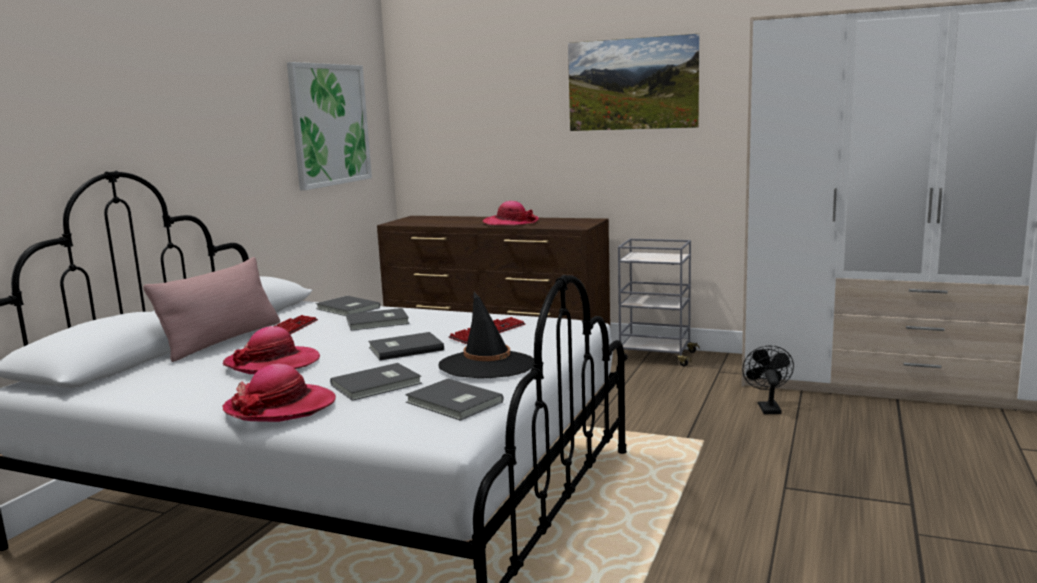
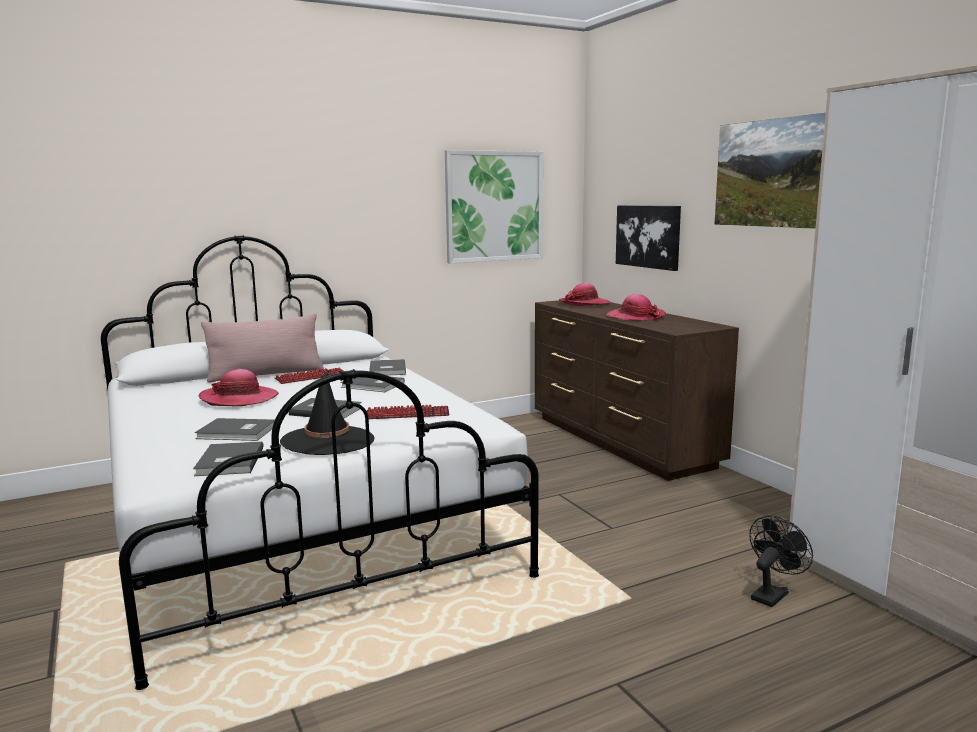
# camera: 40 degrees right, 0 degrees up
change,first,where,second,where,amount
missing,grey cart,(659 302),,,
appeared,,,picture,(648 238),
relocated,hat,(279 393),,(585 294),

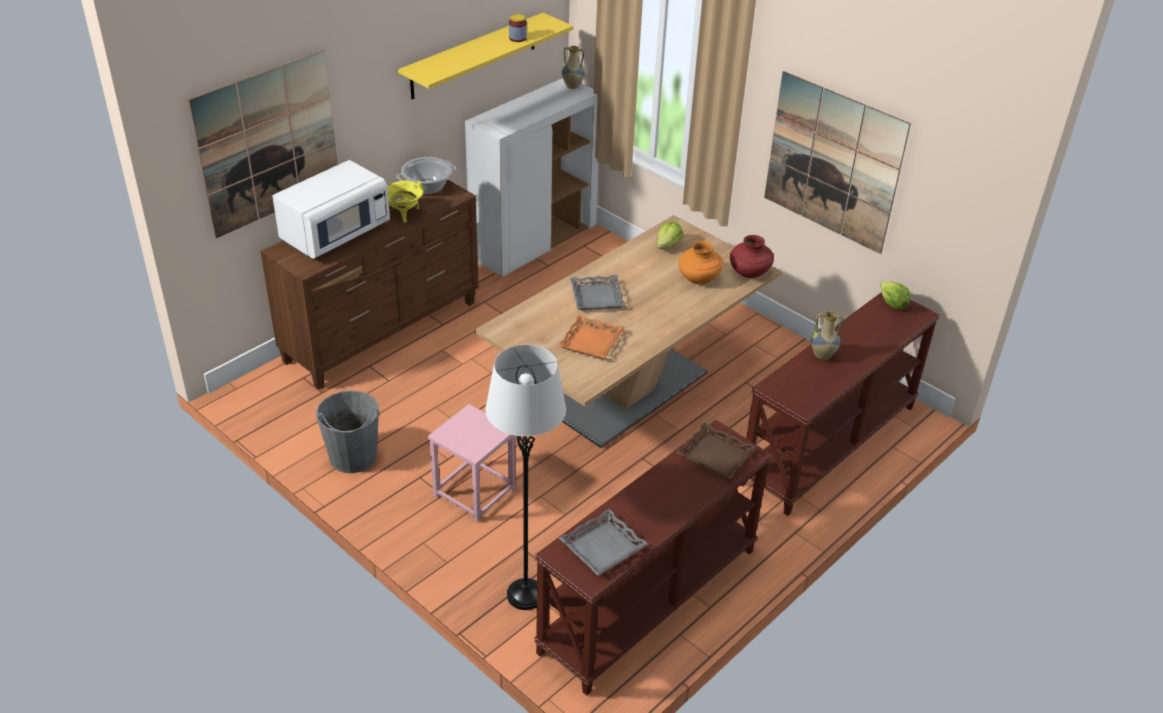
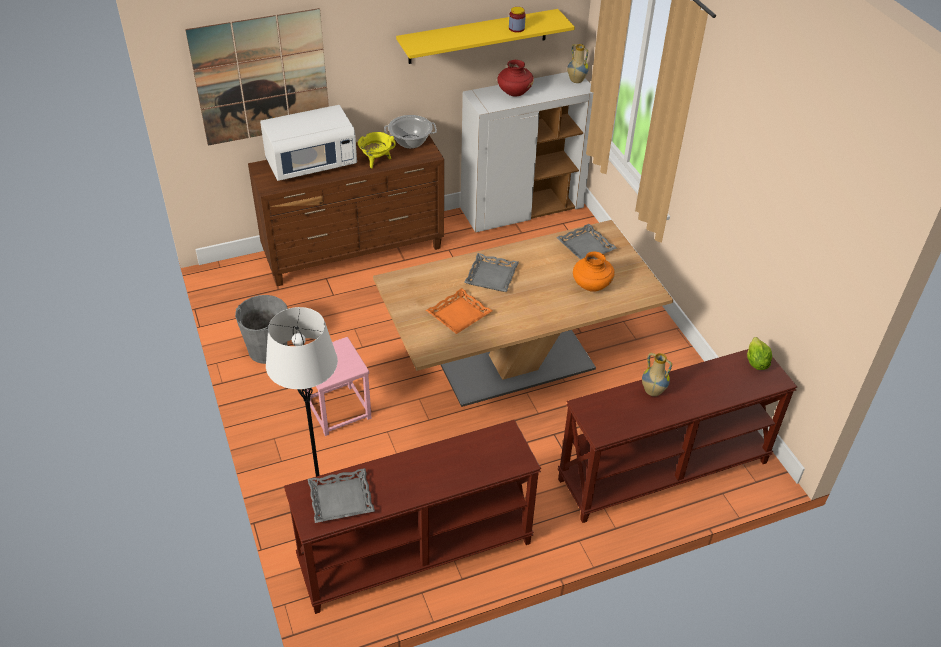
# camera: 25 degrees right, 5 degrees up
change,first,where,second,where,amount
missing,brown tray,(716 451),,,
missing,picture,(837 162),,,
relocated,red vase,(752 256),,(515 78),
exchanged,lettuce,(670 236),grey tray,(586 242),

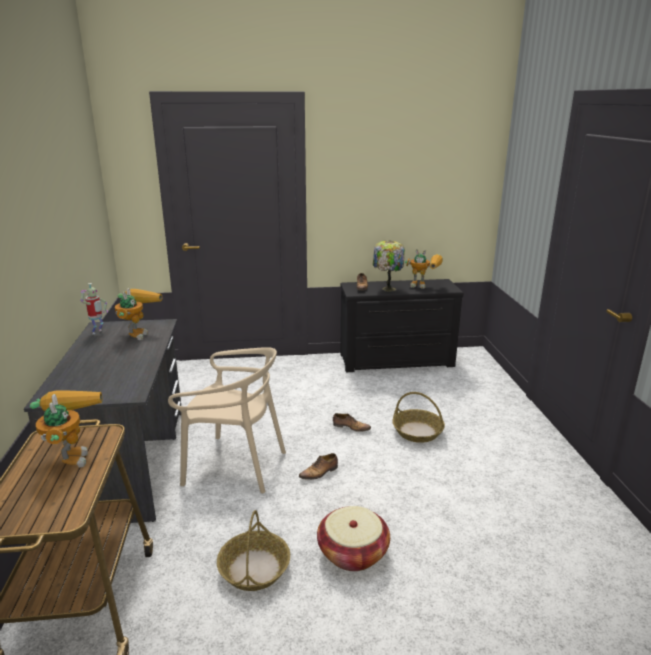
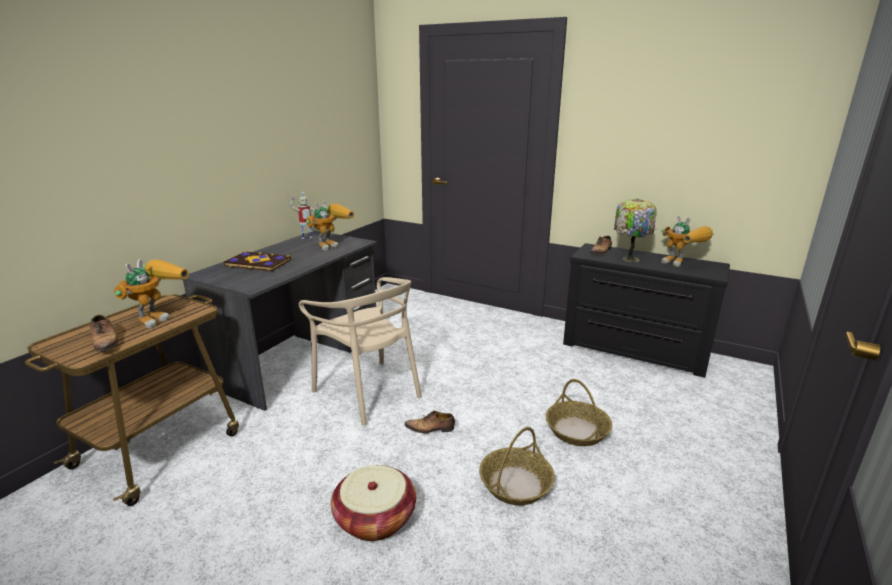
# camera: 35 degrees right, 0 degrees up
change,first,where,second,where,amount
appeared,,,book,(257 261),
relocated,basket,(253 550),,(517 466),
relocated,shoe,(352 422),,(103 334),

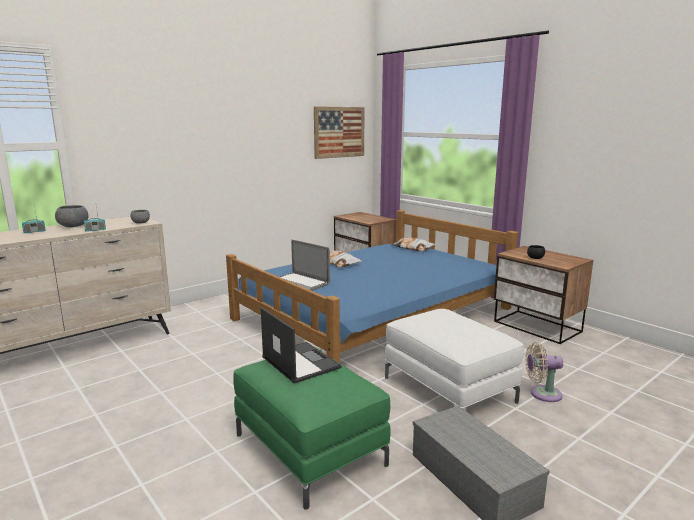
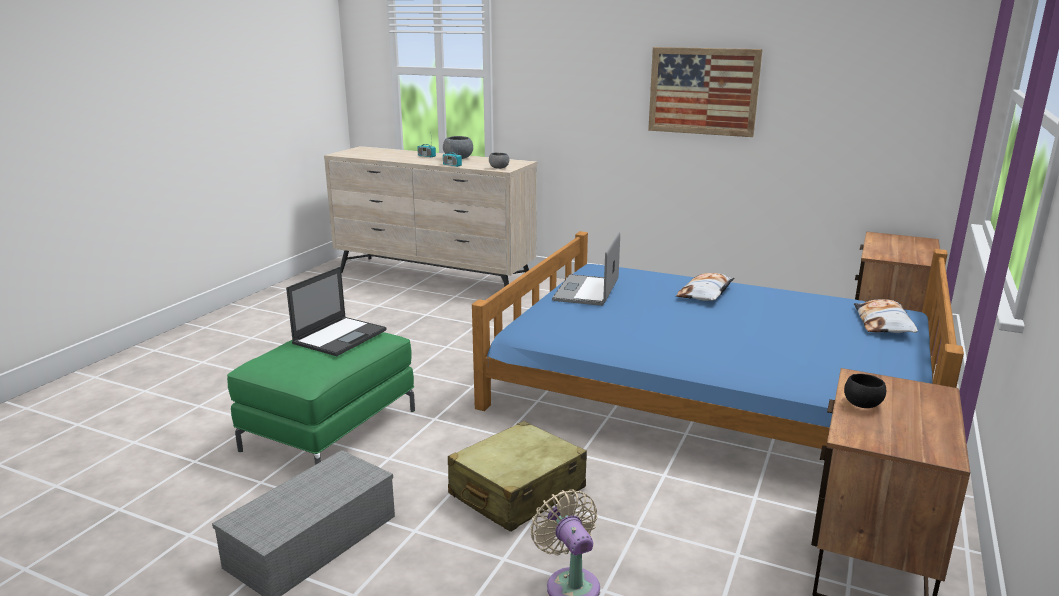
# camera: 65 degrees right, 5 degrees up
change,first,where,second,where,amount
relocated,picture,(339 132),,(705 92),
exchanged,white ottoman,(454 359),beige suitcase,(517 476),

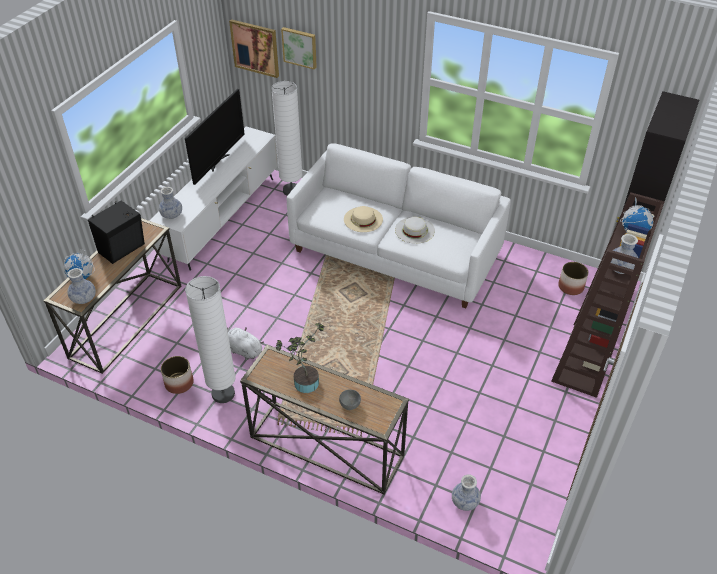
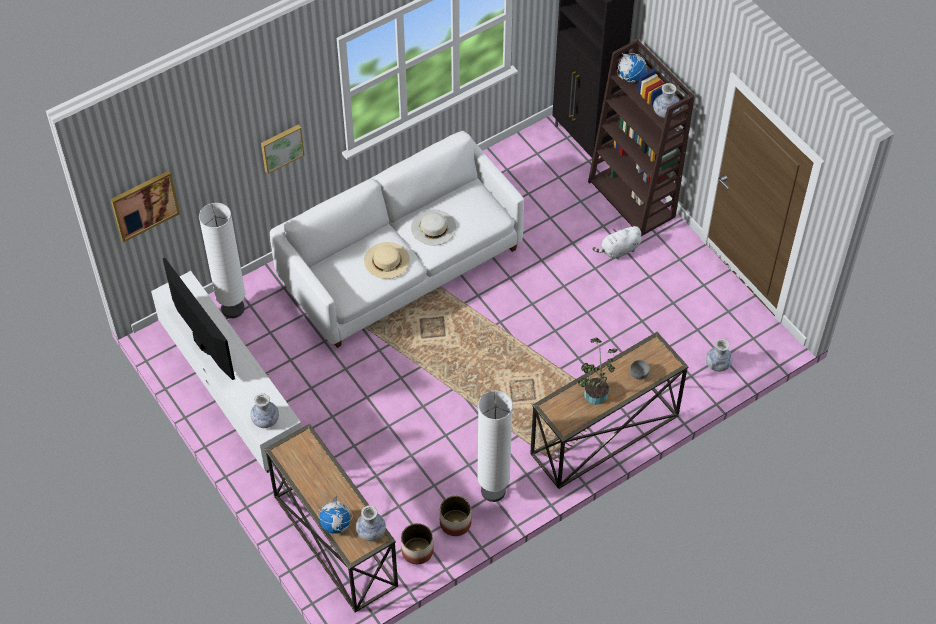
# camera: 60 degrees left, 10 degrees up
change,first,where,second,where,amount
missing,black speaker,(116 232),,,
relocated,white plush toy,(245 343),,(617 242),
relocated,picture,(299 48),,(283 149),
relocated,planter,(573 278),,(417 543),

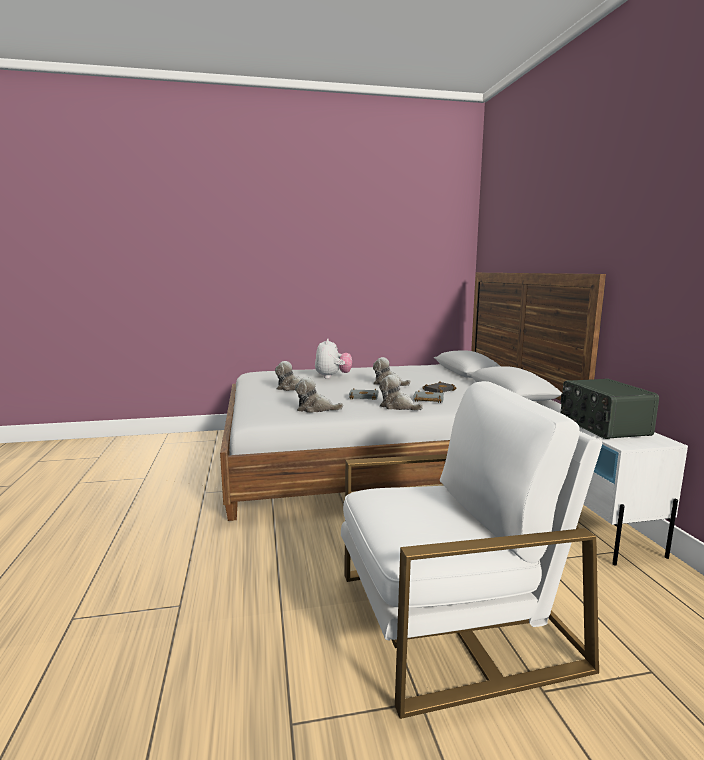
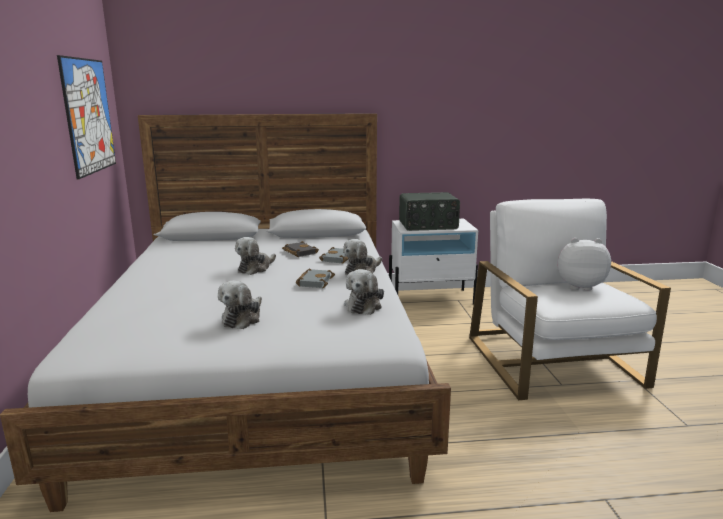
# camera: 85 degrees left, 5 degrees up
change,first,where,second,where,amount
appeared,,,picture,(86 117),
relocated,plush toy,(333 358),,(584 264),

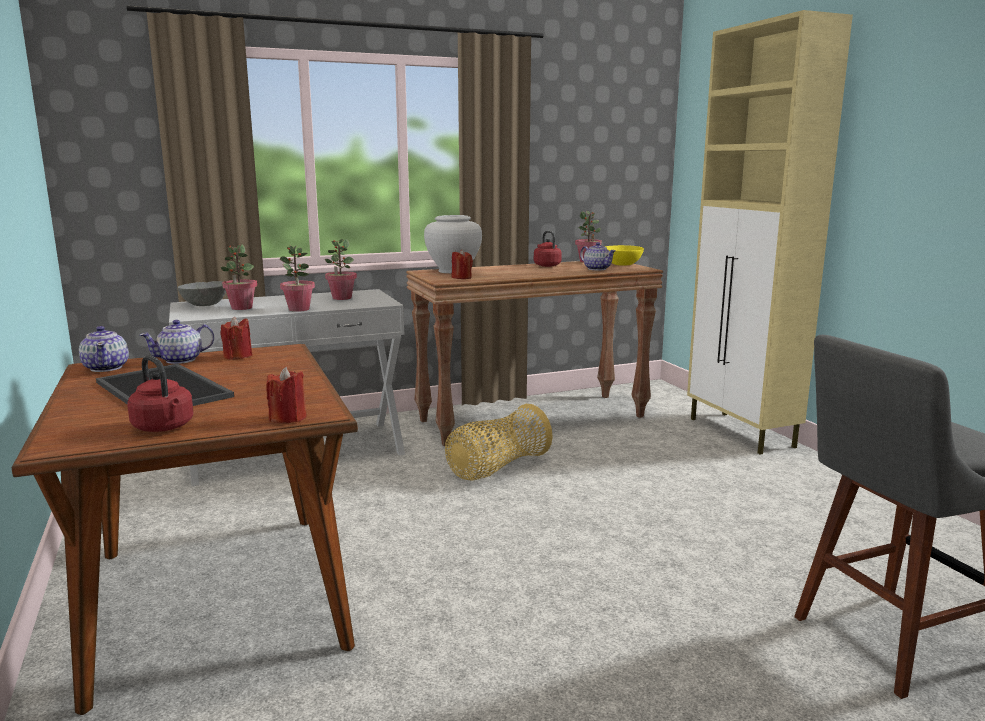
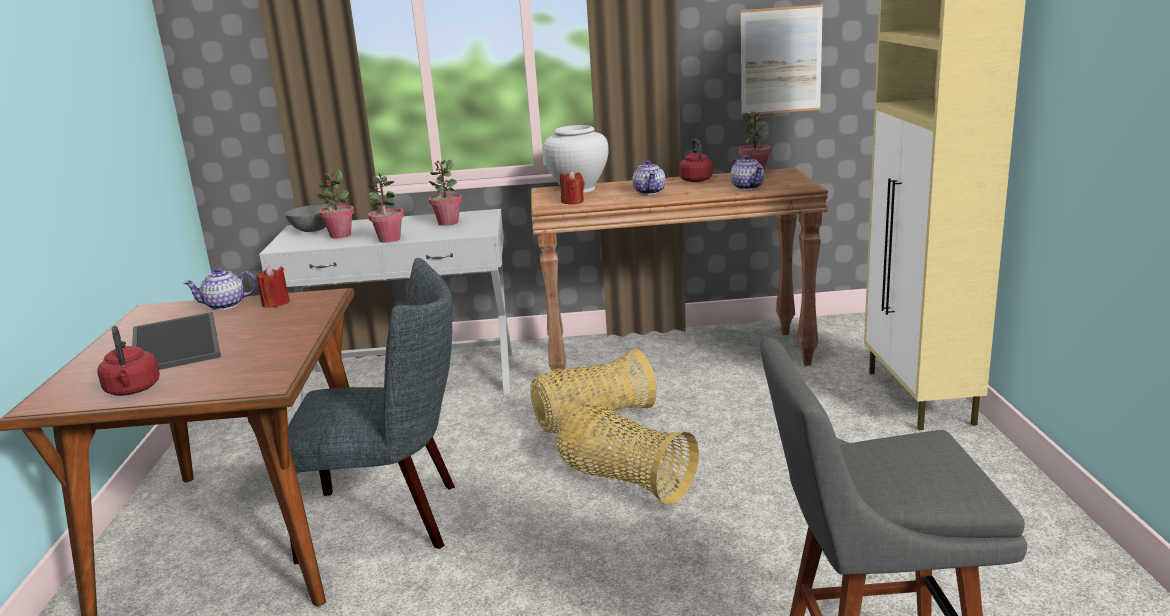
# camera: 20 degrees right, 5 degrees up
change,first,where,second,where,amount
missing,red candle,(286 395),,,
missing,yellow bowl,(624 255),,,
appeared,,,grey chair,(371 411),
appeared,,,basket,(628 454),
appeared,,,picture,(782 60),
relocated,teapot,(104 349),,(648 177),

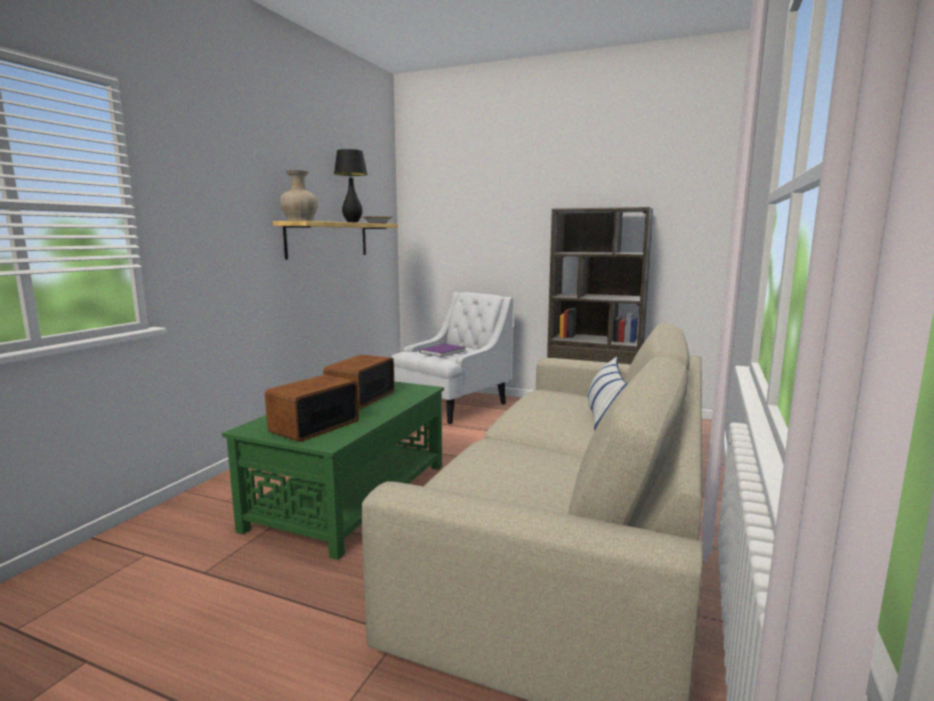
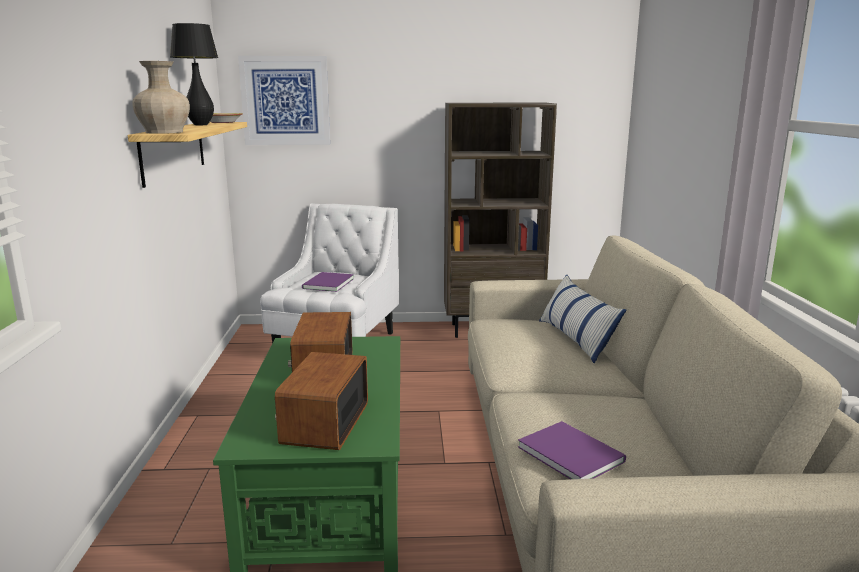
# camera: 25 degrees left, 5 degrees up
change,first,where,second,where,amount
appeared,,,picture,(284 100),
appeared,,,purple book,(572 450),

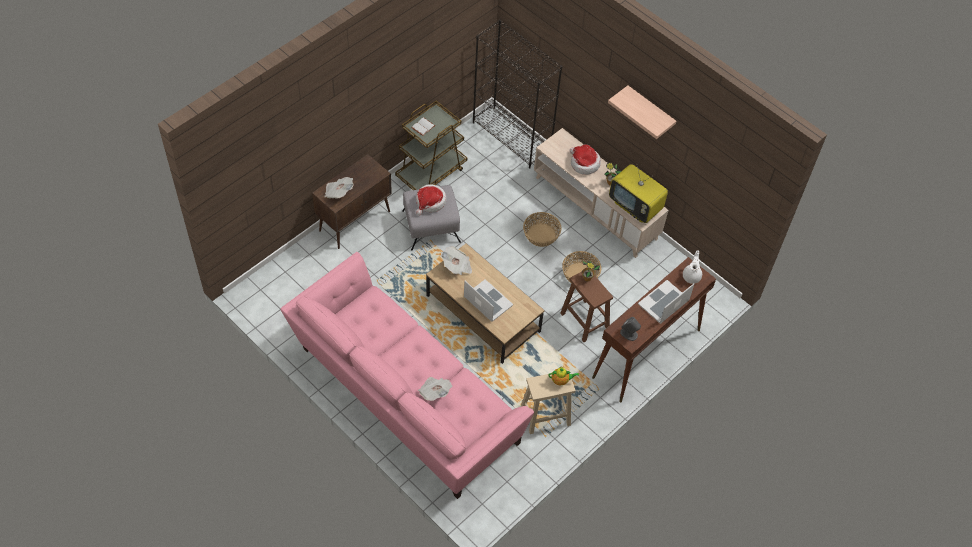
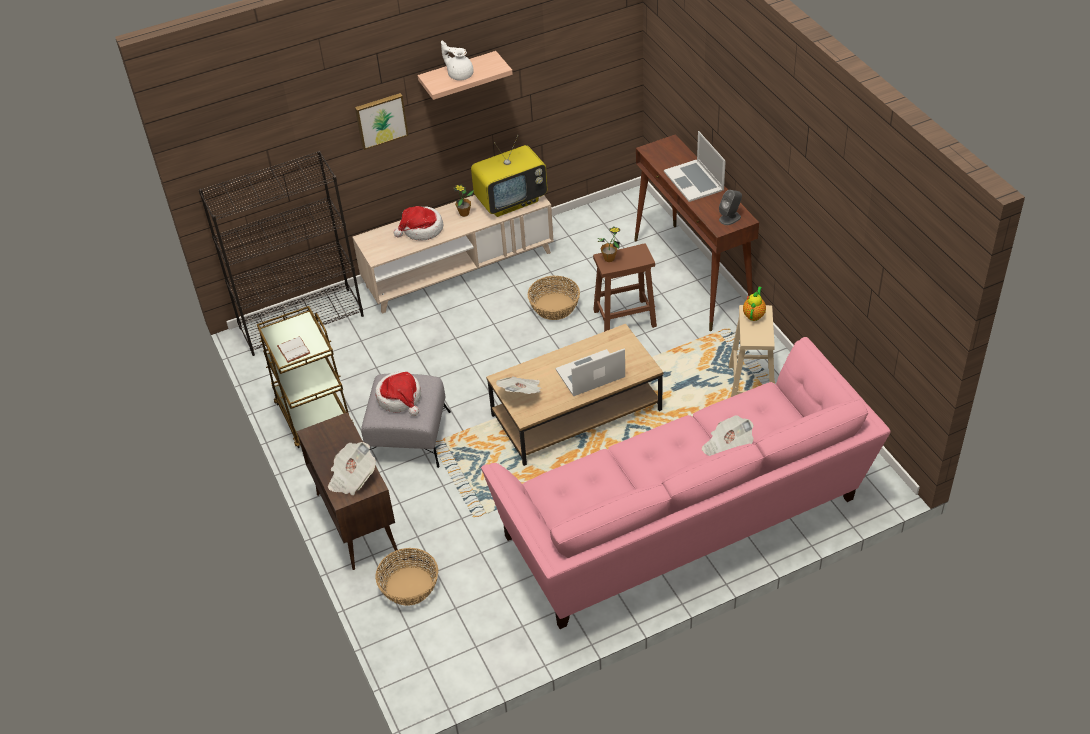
# camera: 65 degrees left, 10 degrees down
change,first,where,second,where,amount
appeared,,,picture,(382 121),
relocated,basket,(542 229),,(406 577),
relocated,white teapot,(692 267),,(457 61),

